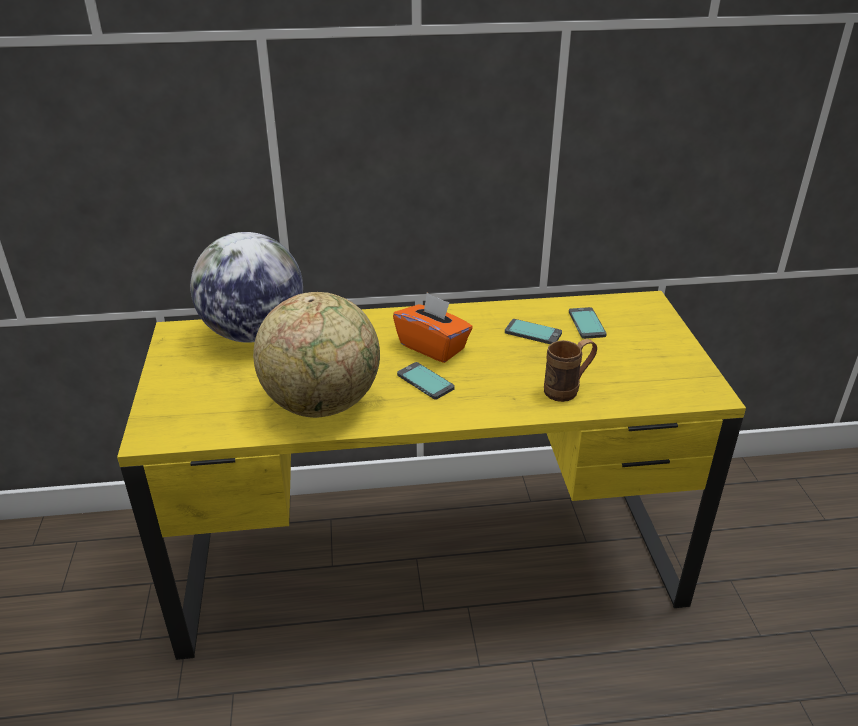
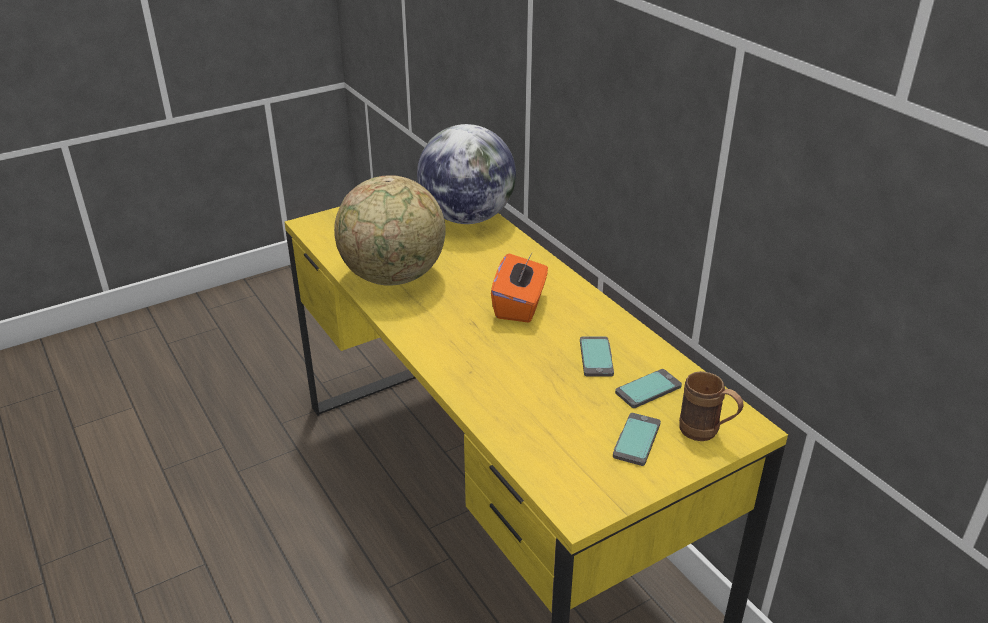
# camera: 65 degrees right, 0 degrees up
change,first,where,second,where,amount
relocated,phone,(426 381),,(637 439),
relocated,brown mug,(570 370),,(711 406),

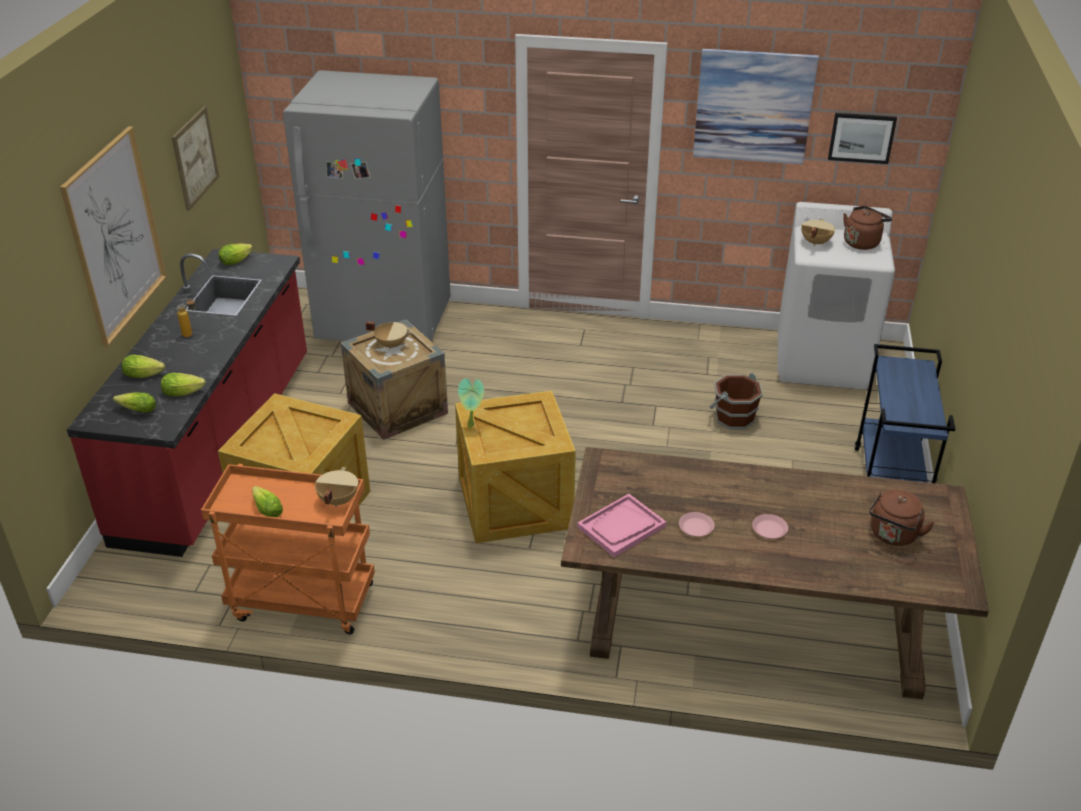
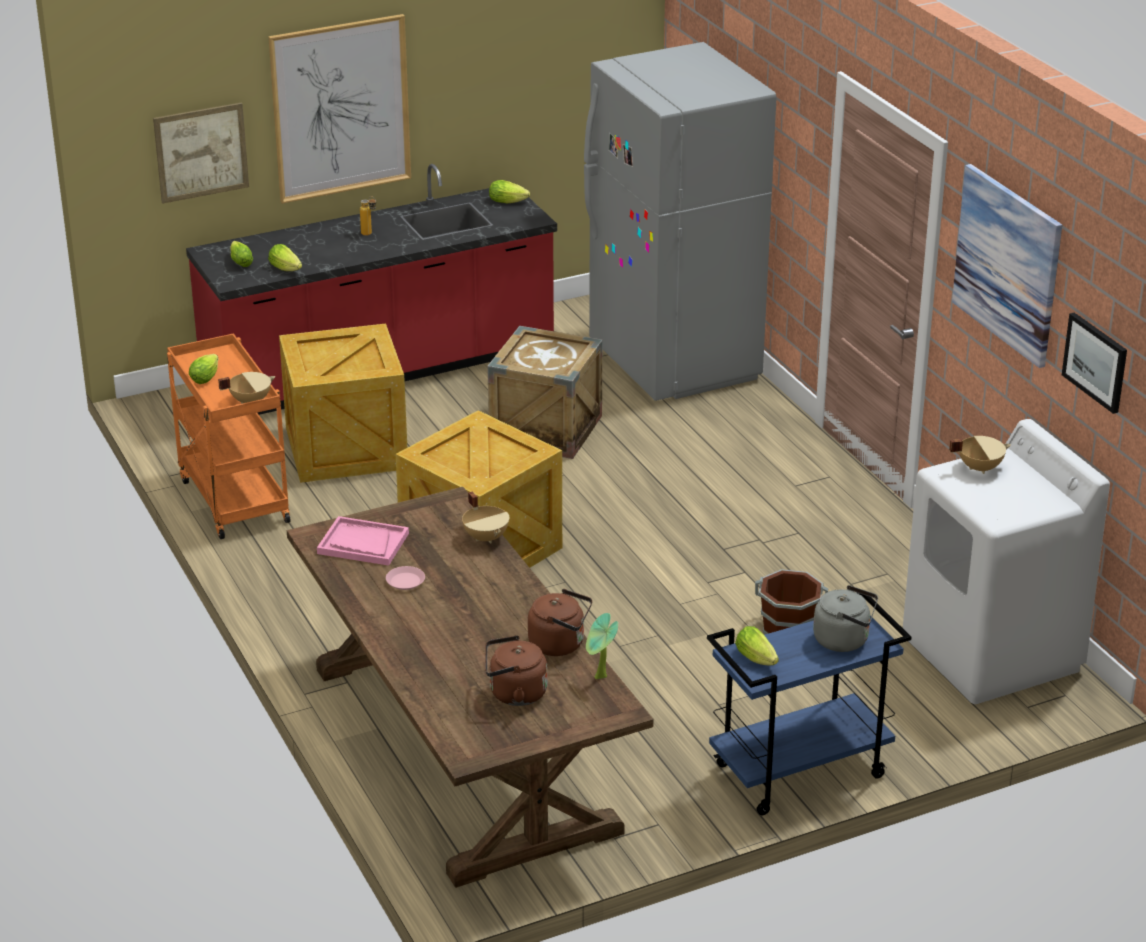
# camera: 55 degrees right, 5 degrees down
change,first,where,second,where,amount
missing,pink plate,(770 526),,,
appeared,,,grey kettle,(845 618),
relocated,lettuce,(143 366),,(757 645),
relocated,picture,(195 158),,(201 153),
relocated,beige cooking pot,(389 336),,(485 517),
relocated,potted plant,(471 403),,(602 646),
relocated,brown kettle,(867 228),,(560 622),

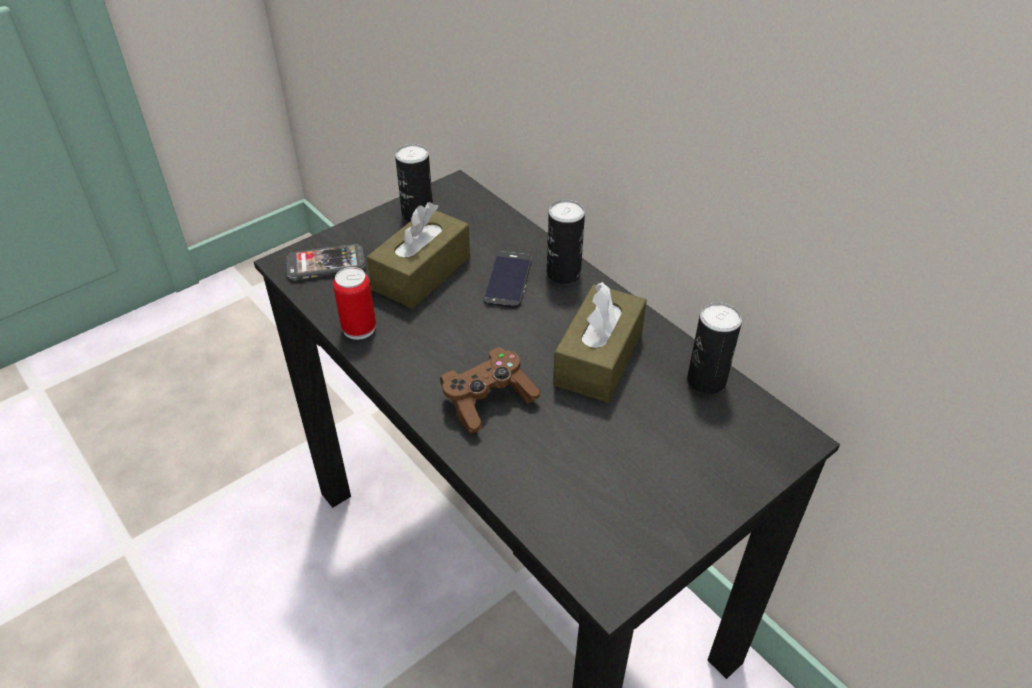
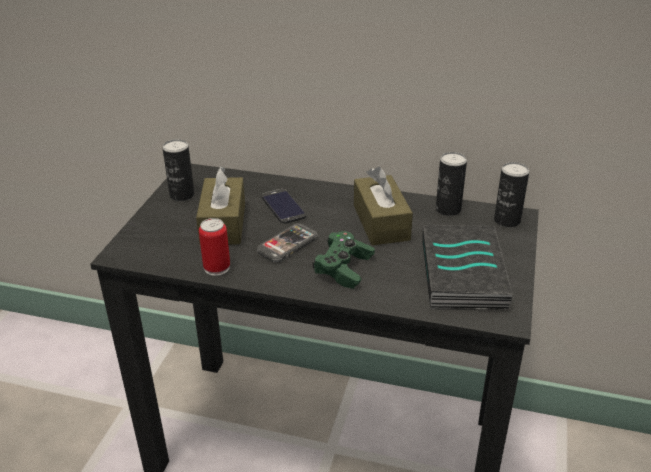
# camera: 35 degrees left, 10 degrees down
change,first,where,second,where,amount
appeared,,,book,(467 267),
relocated,phone,(326 262),,(287 242),
relocated,can,(566 242),,(511 194),
colour,brown game controller,(490 391),green game controller,(344 260),

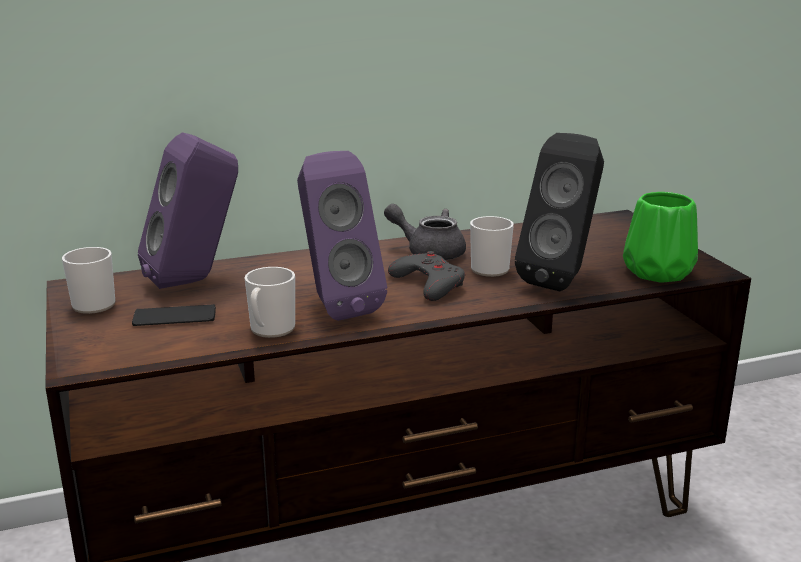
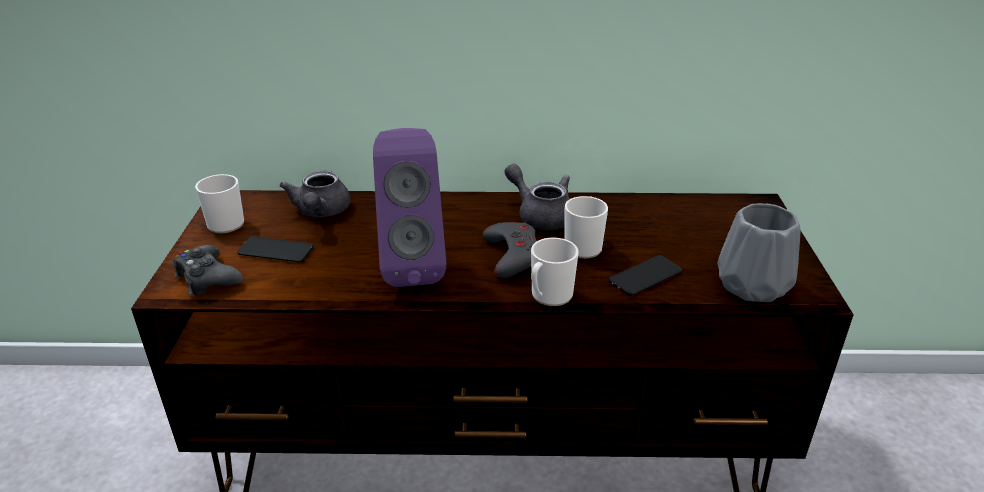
# camera: 20 degrees right, 10 degrees up
change,first,where,second,where,amount
appeared,,,black game controller,(207 270),
relocated,mug,(270 302),,(554 271),
exchanged,purple speaker,(188 210),grey teapot,(315 194),
exchanged,black speaker,(559 212),phone,(645 275),
colour,green vase,(660 237),grey vase,(758 252),

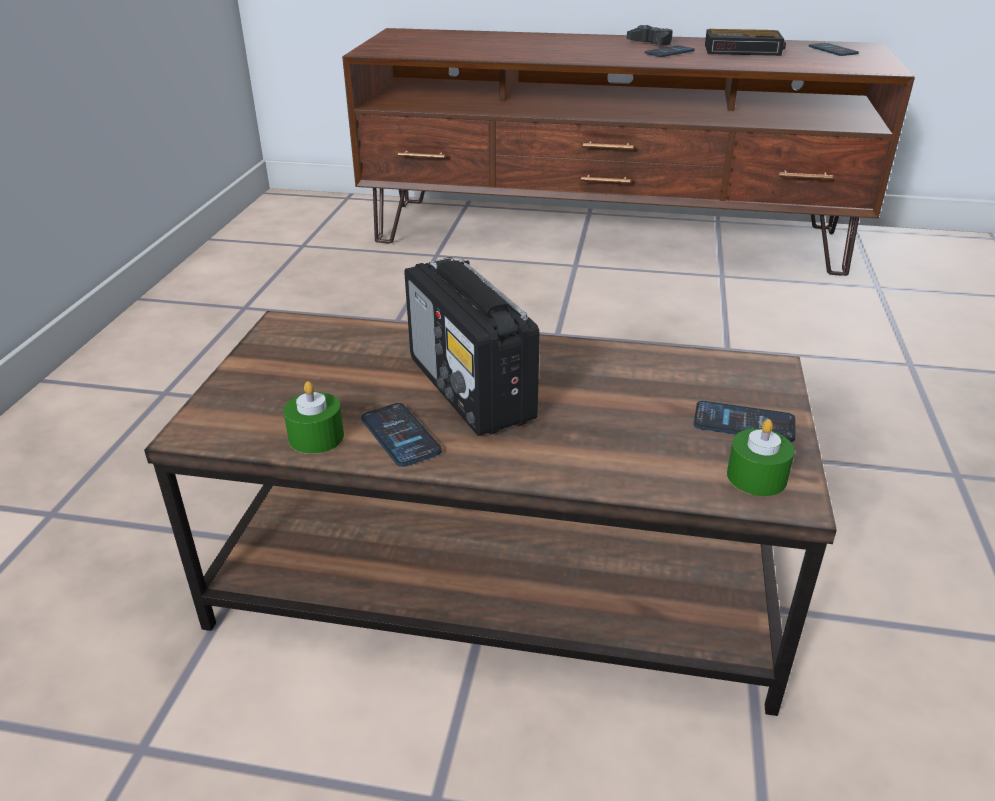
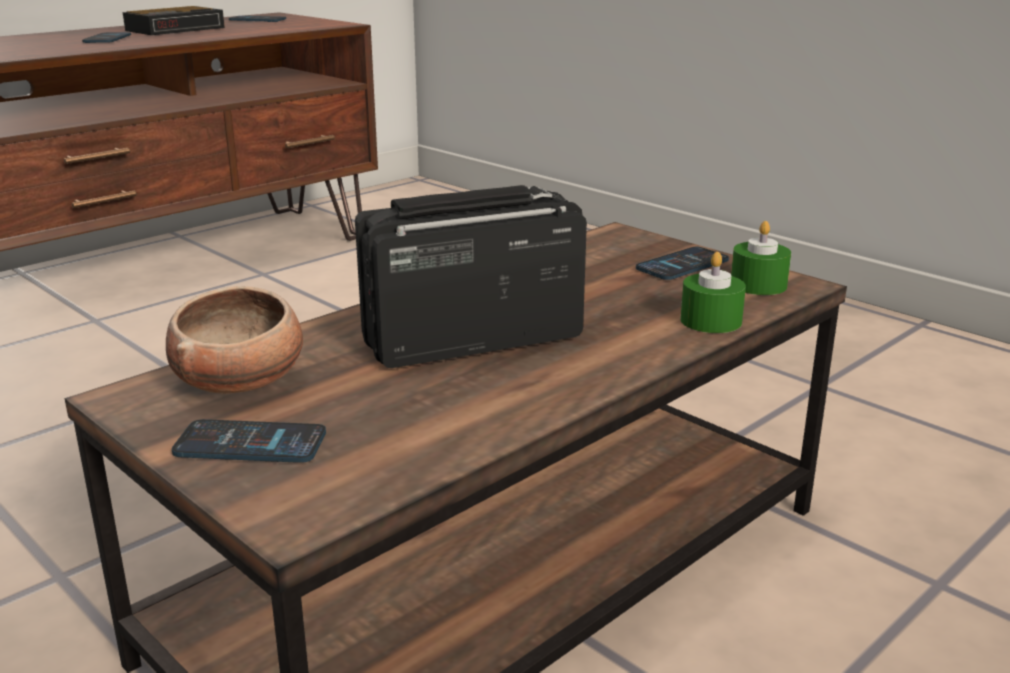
# camera: 55 degrees left, 10 degrees down
change,first,where,second,where,amount
missing,black game controller,(650 35),,,
appeared,,,bowl,(234 340),
relocated,green candle,(313 417),,(713 292),
relocated,phone,(401 435),,(249 441),
spun,radio,(472 346),,(471 276),150 degrees clockwise

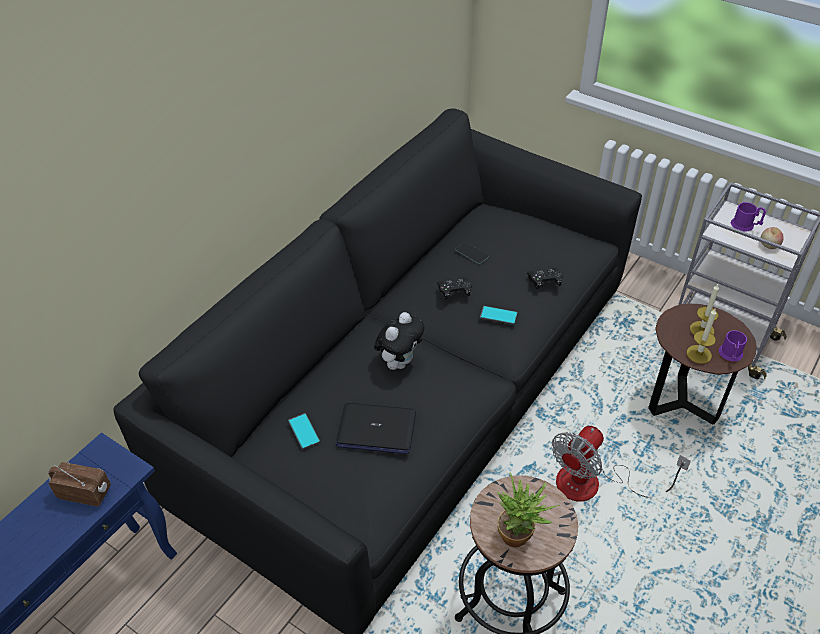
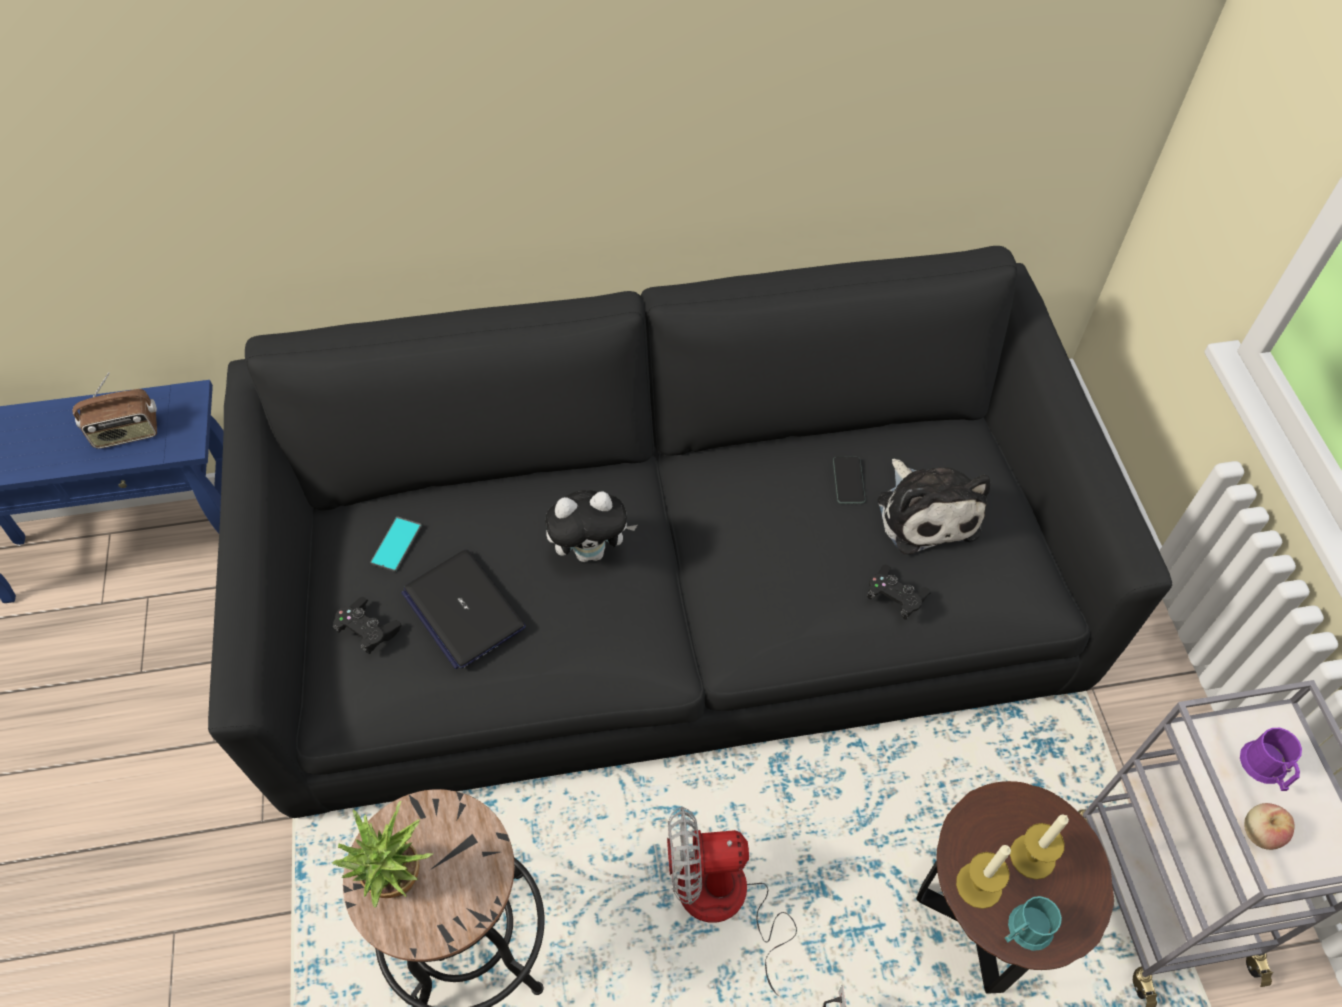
# camera: 45 degrees right, 10 degrees up
change,first,where,second,where,amount
missing,phone,(499 315),,,
appeared,,,plush toy,(933 507),
relocated,black game controller,(454 288),,(367 625),
colour,purple mug,(733 345),turquoise mug,(1033 923),
spun,radio,(79 484),,(115 410),105 degrees clockwise

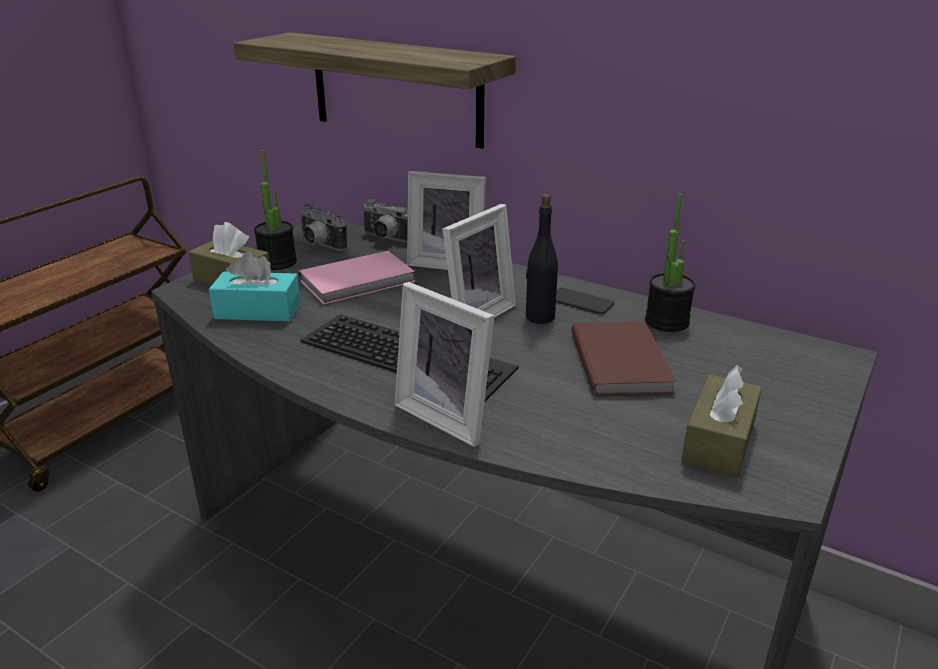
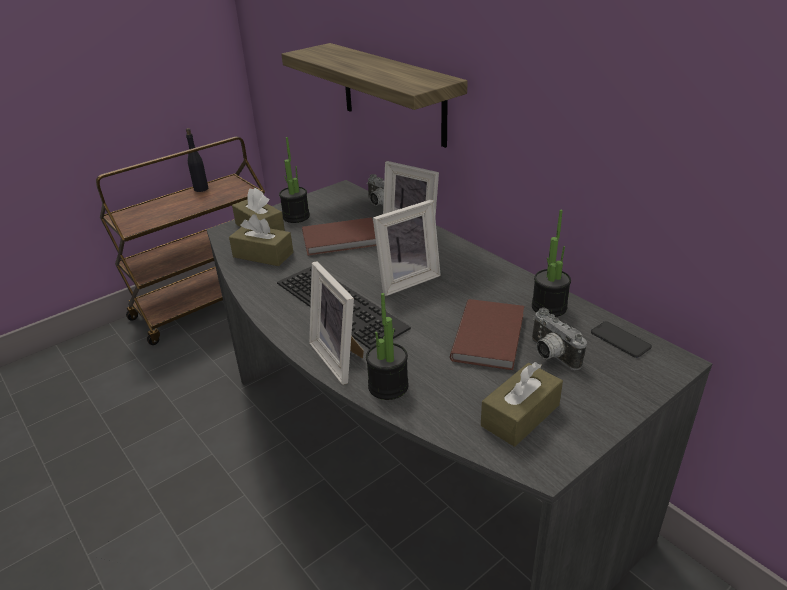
# camera: 20 degrees right, 5 degrees up
change,first,where,second,where,amount
appeared,,,potted plant,(387 346),
relocated,photo camera,(323 227),,(559 339),
relocated,black bottle,(542 259),,(197 160),
relocated,phone,(585 301),,(621 339),
colour,turquoise tissue box,(255 286),brown tissue box,(261 240),
colour,pink book,(357 278),brown book,(339 236),

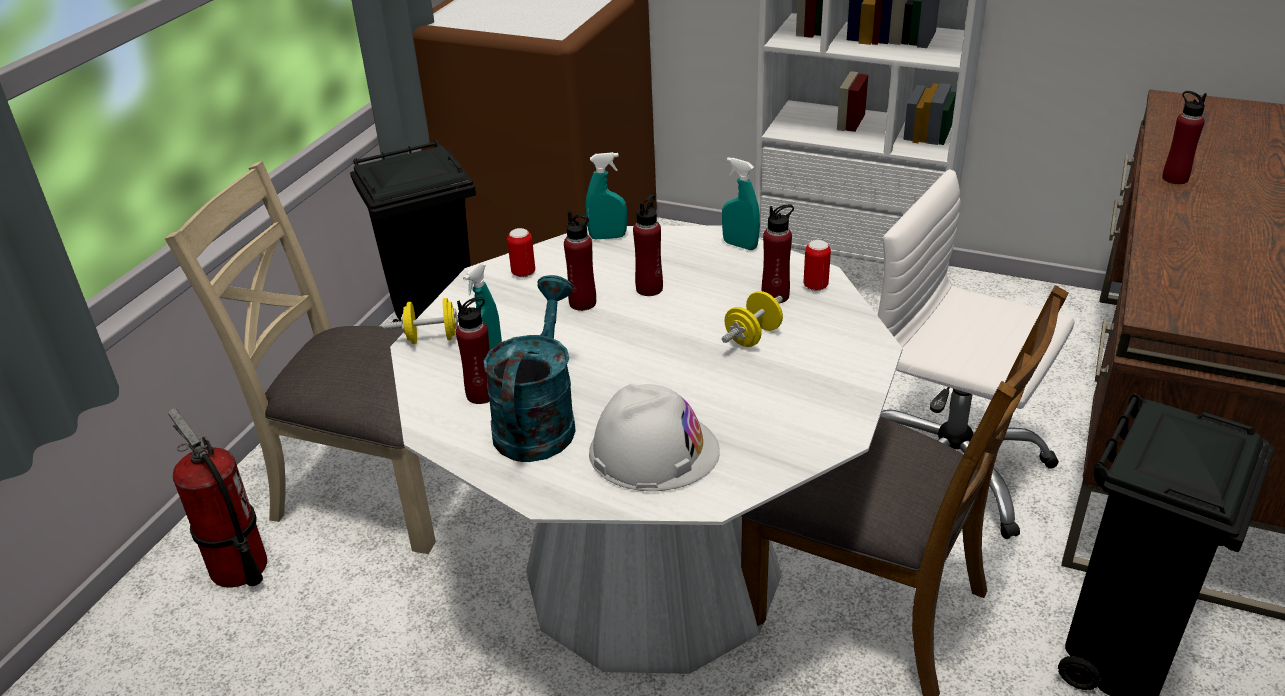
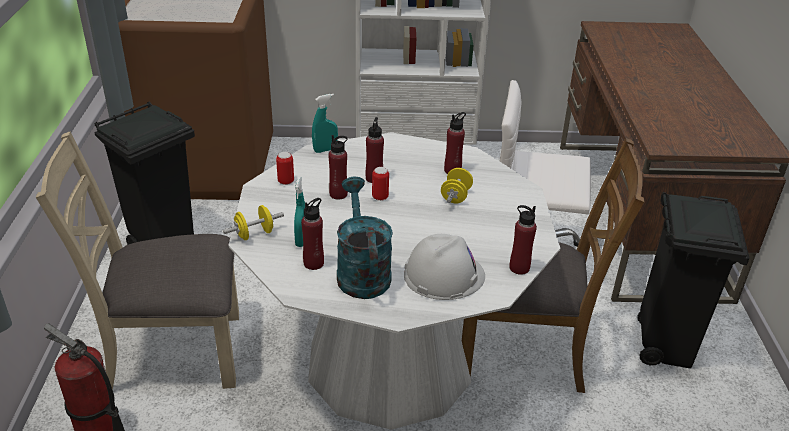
# camera: 25 degrees left, 0 degrees up
change,first,where,second,where,amount
missing,turquoise spray bottle,(741 203),,,
relocated,can,(817 265),,(380 184),
relocated,red bottle,(1184 137),,(523 240),

